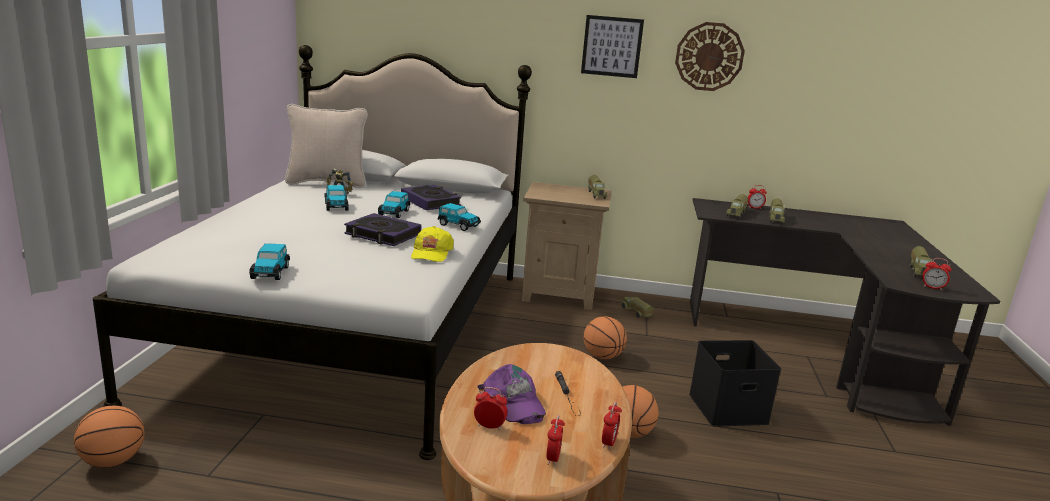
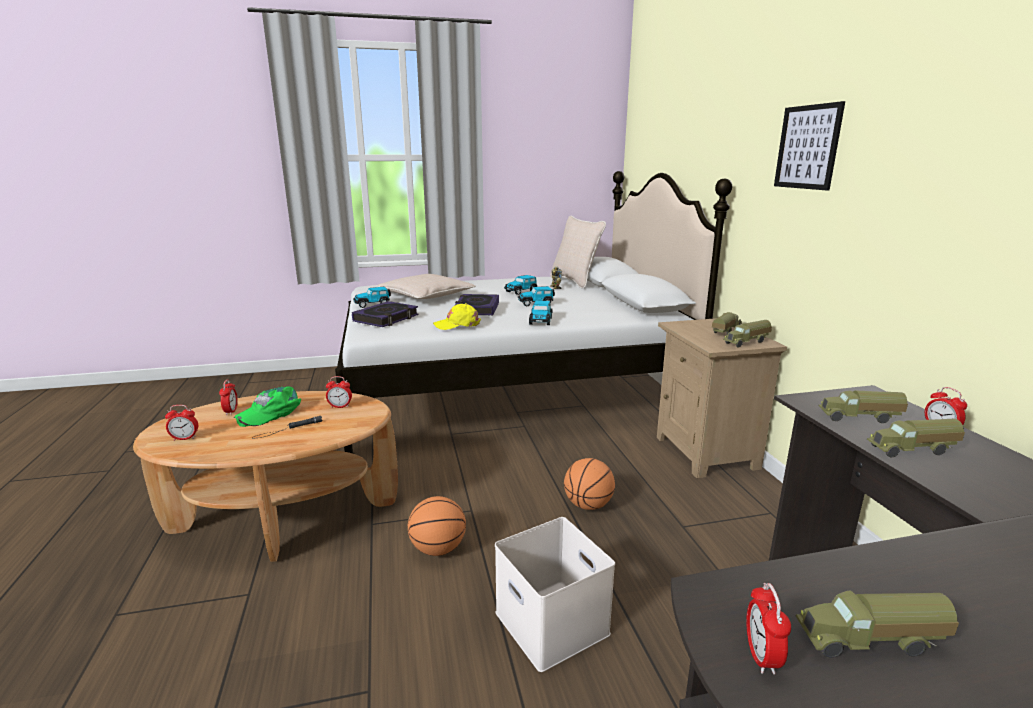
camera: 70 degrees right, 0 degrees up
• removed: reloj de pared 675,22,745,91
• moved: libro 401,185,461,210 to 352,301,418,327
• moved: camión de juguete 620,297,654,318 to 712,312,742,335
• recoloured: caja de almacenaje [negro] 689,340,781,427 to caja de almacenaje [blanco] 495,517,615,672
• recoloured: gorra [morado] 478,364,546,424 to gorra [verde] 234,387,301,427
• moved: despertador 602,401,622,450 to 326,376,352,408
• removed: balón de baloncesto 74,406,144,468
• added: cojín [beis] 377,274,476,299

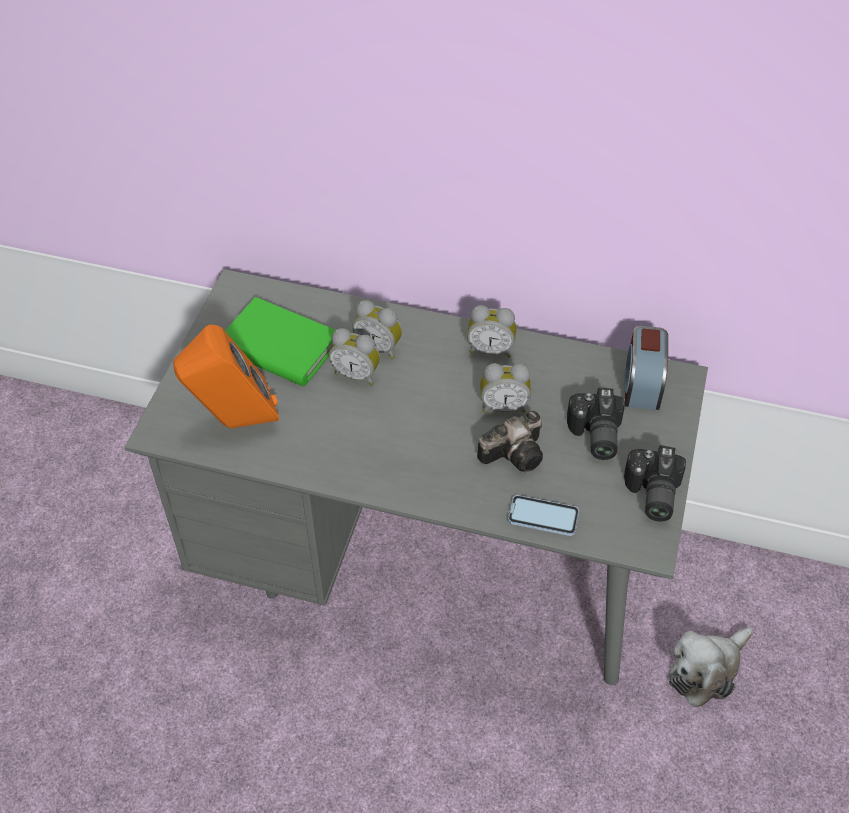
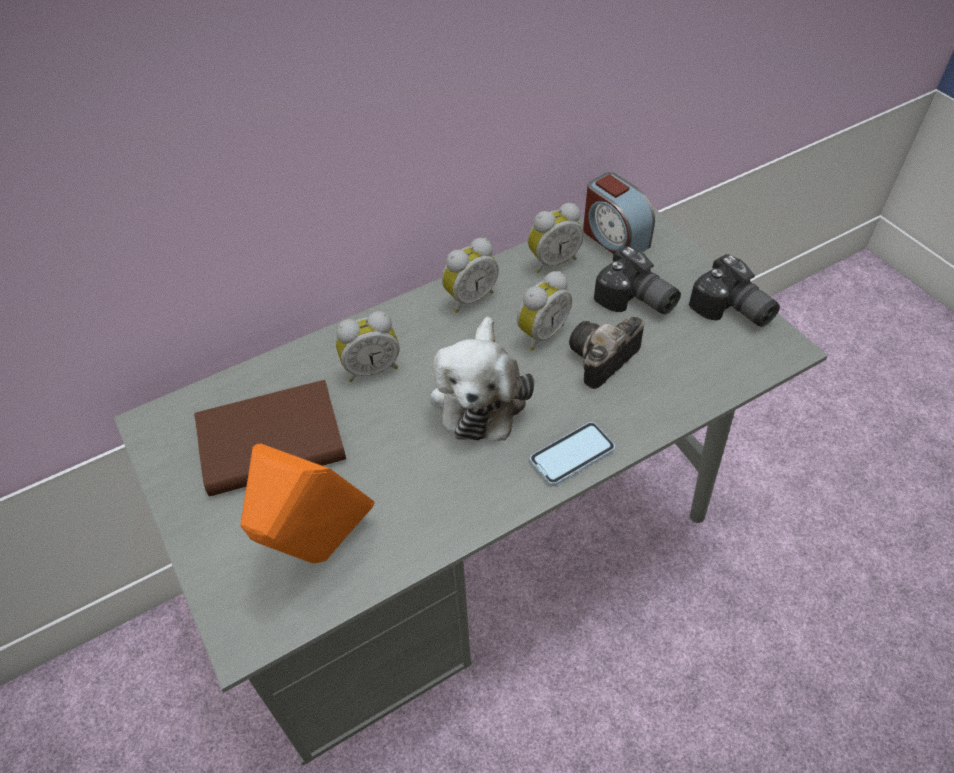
camera: 45 degrees left, 0 degrees up
• recoloured: libro [verde] 225,297,336,387 to libro [marrón] 194,380,346,496
• moved: despertador 329,328,380,385 to 528,203,584,273
• turned: cámara 477,411,543,472 = 569,316,645,389 150 degrees counterclockwise
• moved: móvil 508,495,579,536 to 530,422,615,486
• moved: peluche 669,627,754,707 to 430,316,534,441

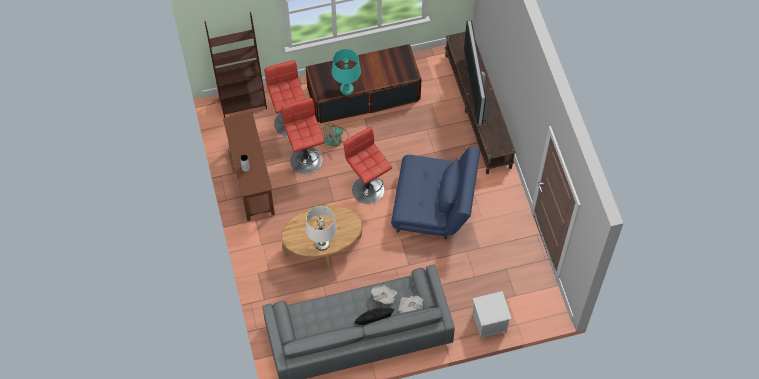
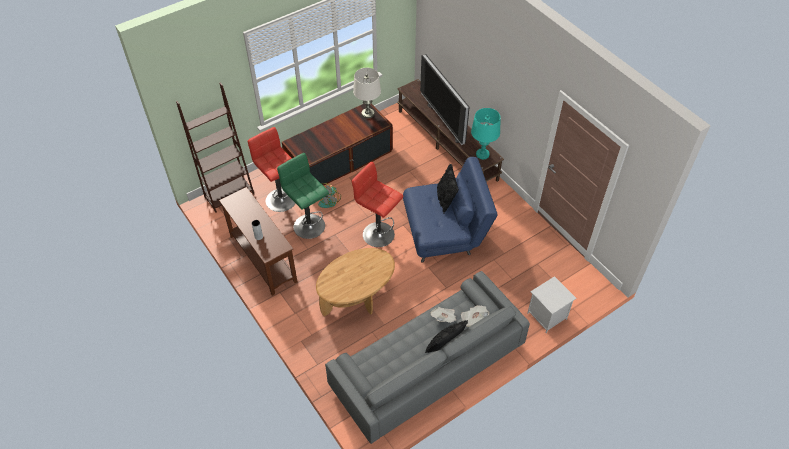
camera: 20 degrees left, 10 degrees down
• moved: lámpara de mesa [turquesa] 332,49,361,95 to 471,108,501,159
• recoloured: taburete [rojo] 281,98,325,174 to taburete [verde] 277,153,329,239
• moved: lámpara de mesa [blanco] 306,206,337,251 to 353,68,381,119
• added: cojín [negro] 437,164,459,214

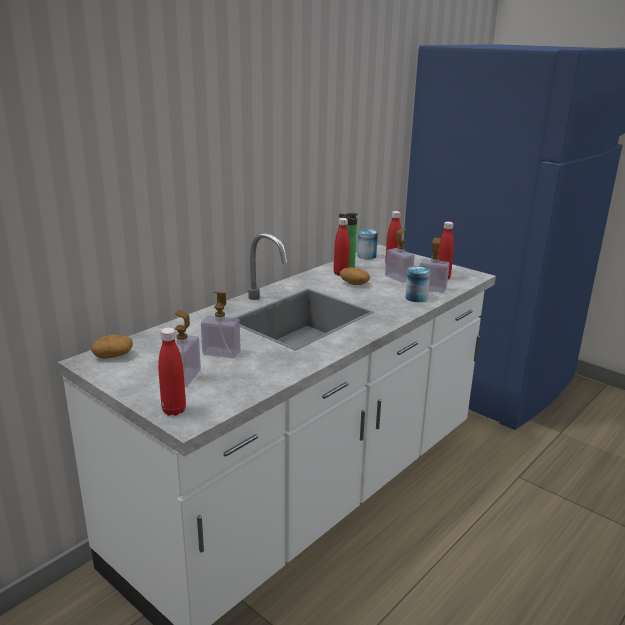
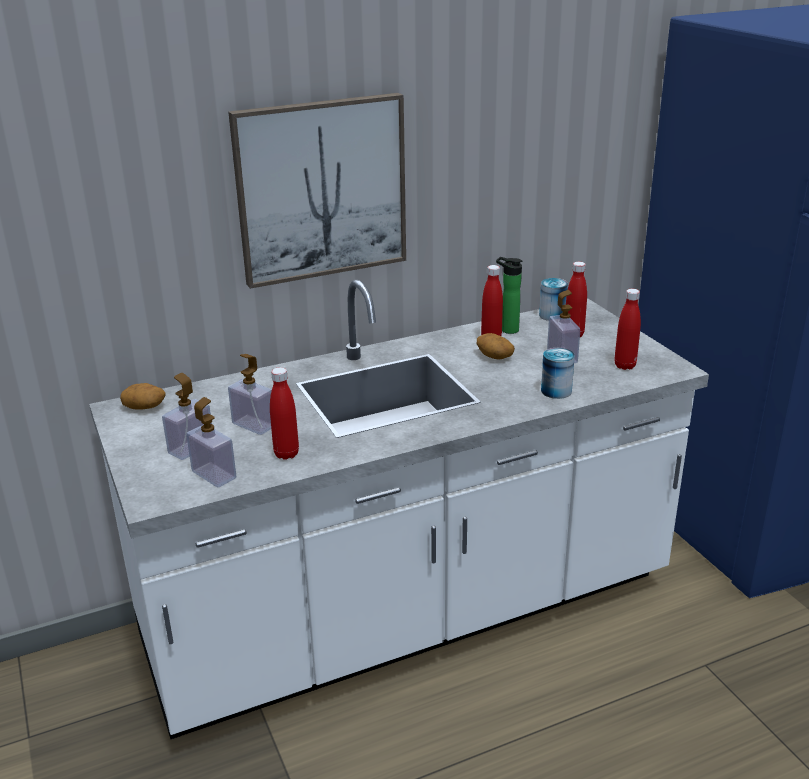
camera: 25 degrees right, 5 degrees up
• moved: dispensador de jabón 419,238,449,293 to 186,397,236,487
• moved: botella [rojo] 158,328,186,416 to 270,367,299,460
• added: cuadro 228,93,406,289

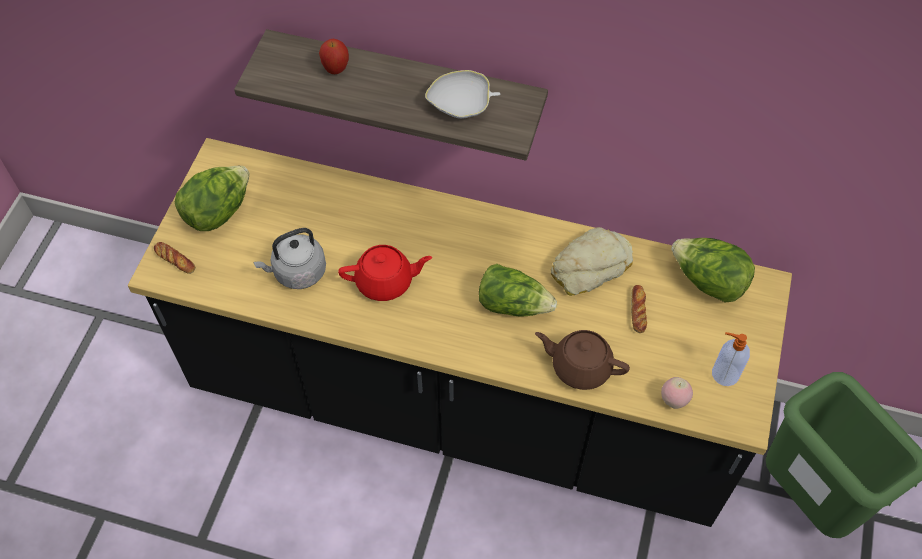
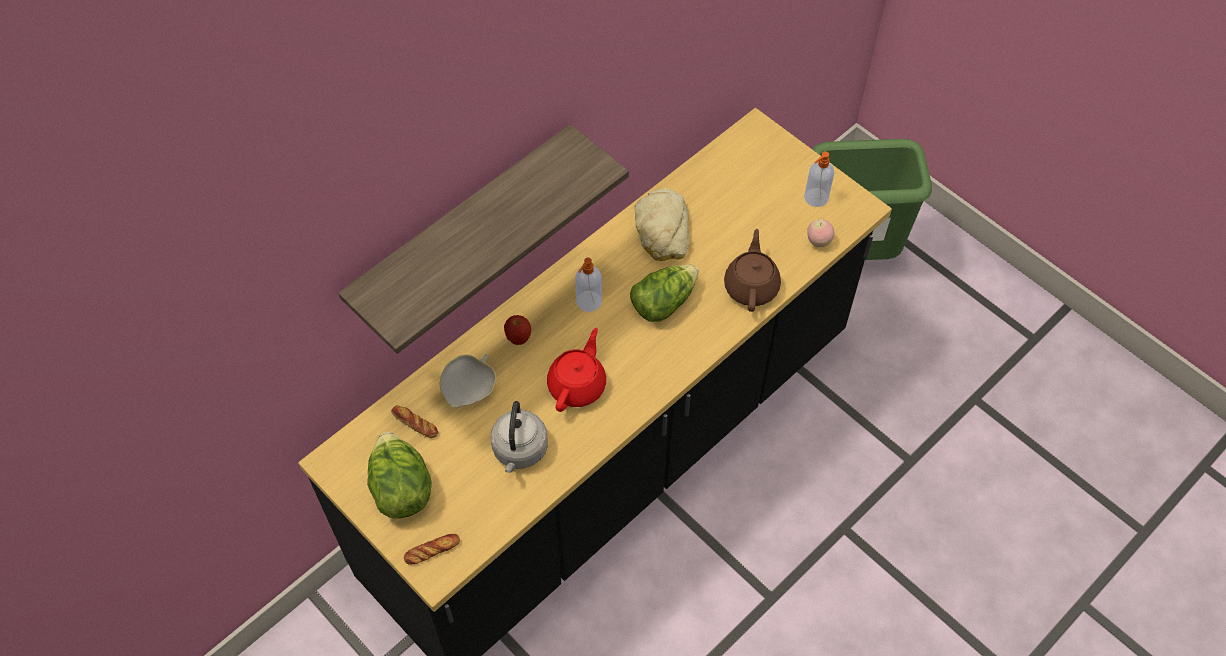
camera: 60 degrees left, 0 degrees up
• moved: manzana 319,39,349,74 to 504,315,531,345
• moved: cuenco [blanco] 425,70,500,119 to 439,354,496,408
• removed: lechuga 671,238,755,303
• moved: pan 631,285,647,333 to 391,405,438,438
• turned: tetera [marrón] 535,330,630,390 = 724,229,781,312 135 degrees clockwise
• added: dispensador de jabón 575,258,602,312

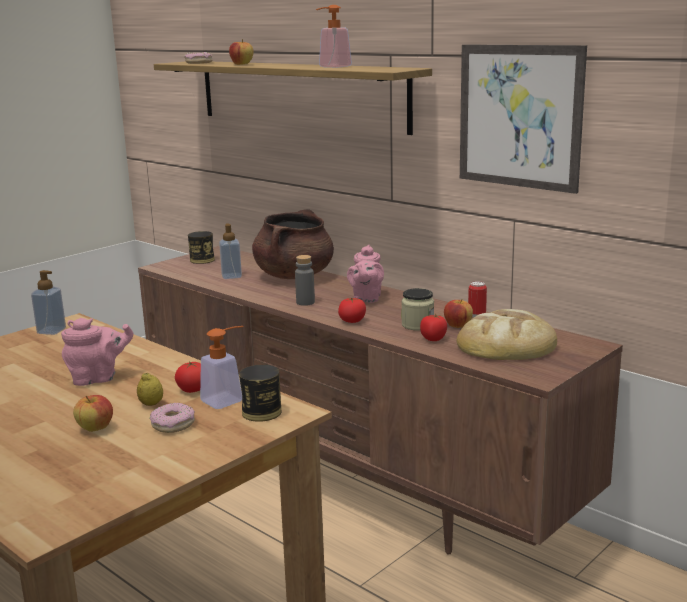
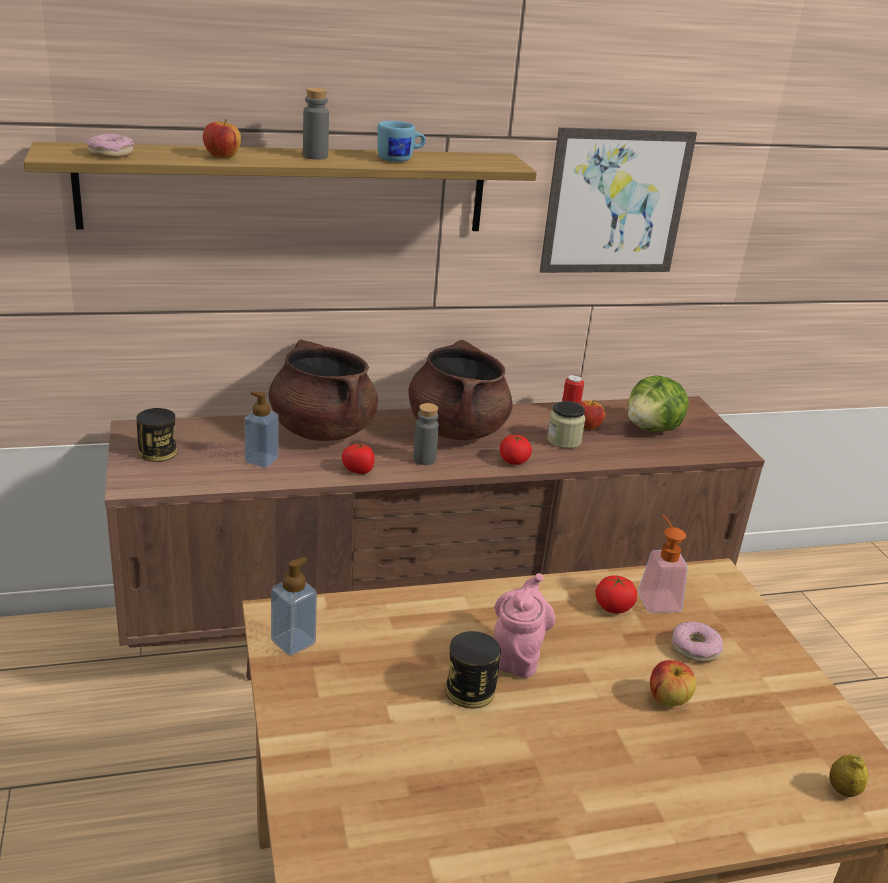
camera: 60 degrees left, 10 degrees up
• replaced: dispensador de jabón 316,5,352,68 to taza grande [azul] 377,121,426,162
• replaced: tetera [rosa] 347,245,384,303 to olla [marrón] 408,340,512,440
• replaced: pan 456,309,557,360 to lechuga 627,375,688,432
• moved: tomate 420,314,447,341 to 342,442,375,474
• moved: lata 239,365,281,422 to 445,631,501,708
• moved: limón 137,373,163,406 to 829,754,868,797
• added: botella [gris] 303,88,329,160

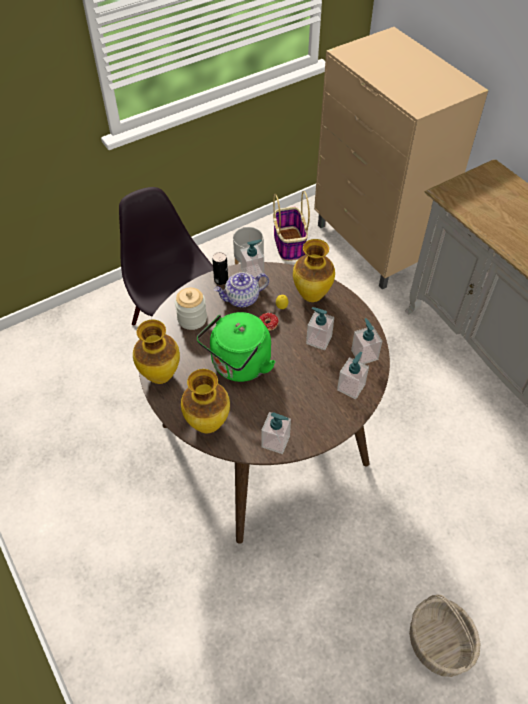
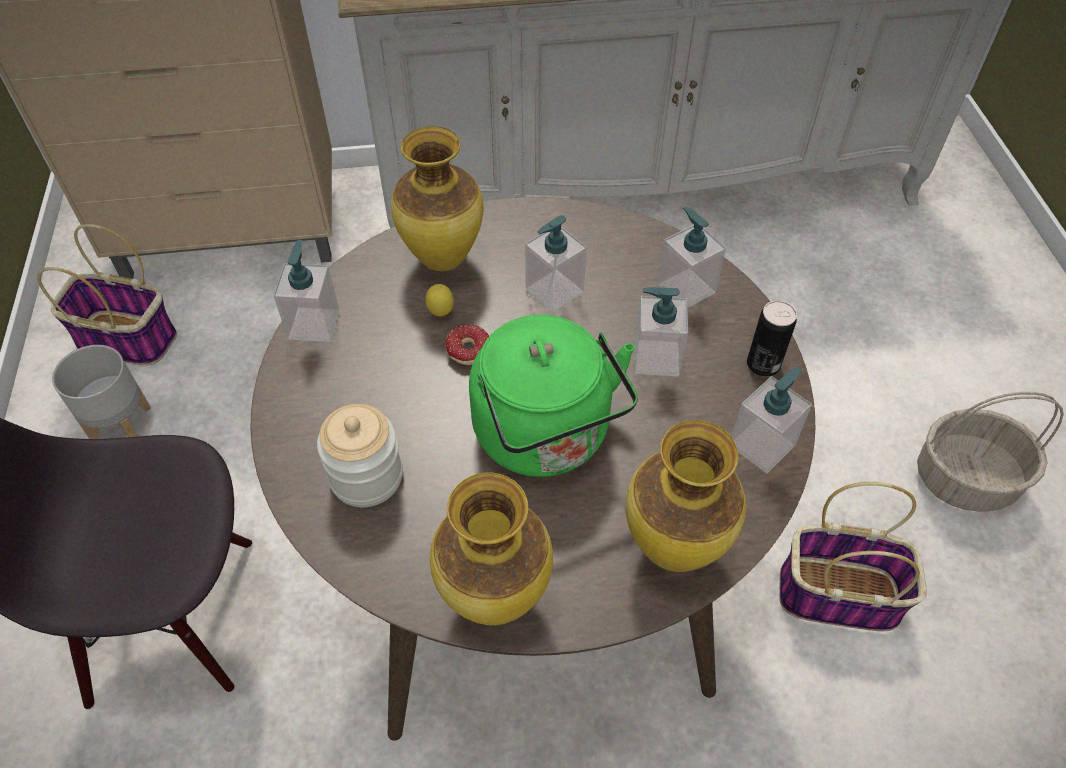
camera: 65 degrees left, 0 degrees up
• moved: lata 212,252,228,285 to 747,300,797,377
• removed: tetera 214,272,269,307
• moved: dispensador de jabón 351,318,382,364 to 634,287,688,376
• added: cesta 779,482,927,632

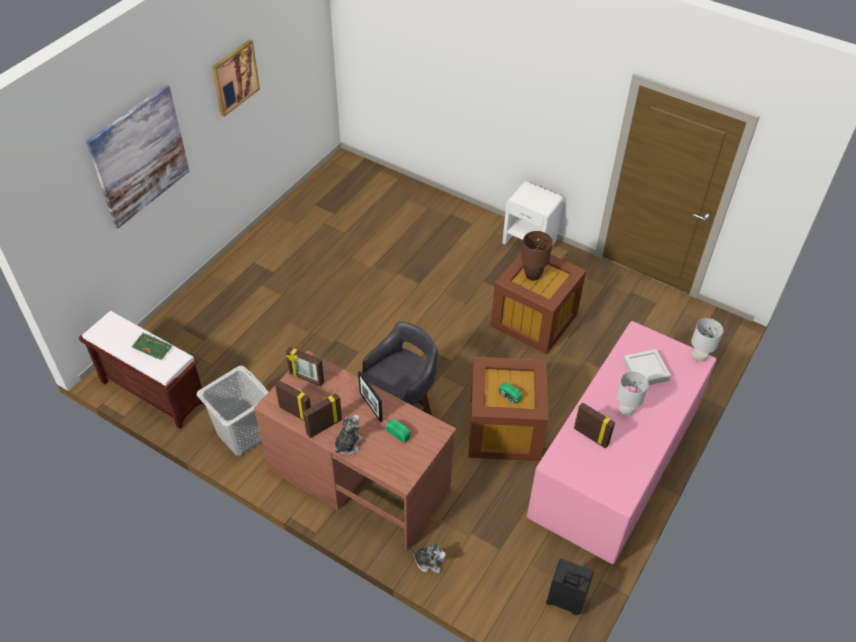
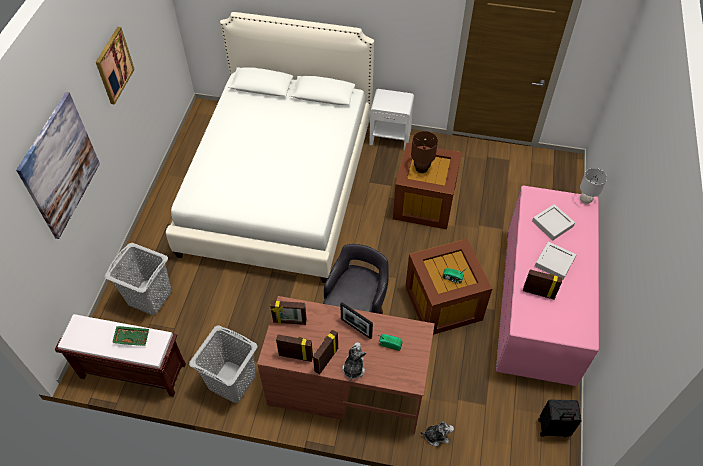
camera: 20 degrees left, 5 degrees up
• replaced: lámpara de mesa [gris] 617,371,649,416 to bandeja [gris] 535,241,576,280
• added: cama [blanco] 166,12,374,283
• added: cesto de la ropa [gris] 105,243,172,315

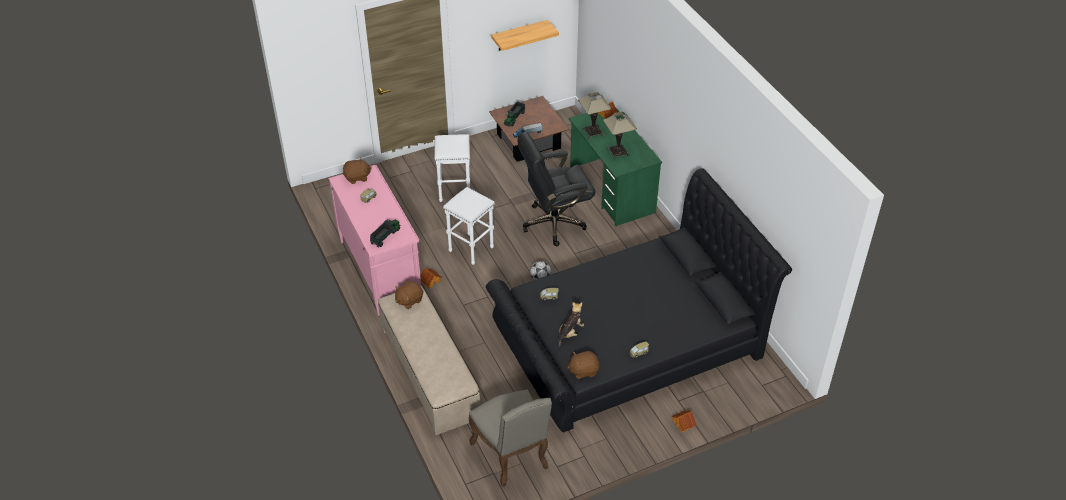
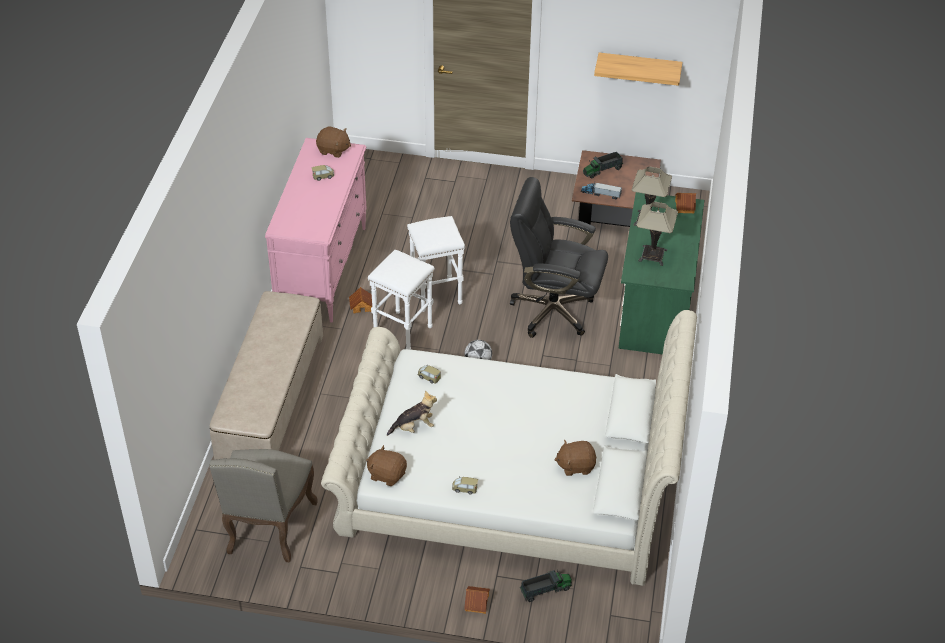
camera: 35 degrees right, 0 degrees up
• moved: taburete [blanco] 434,134,470,202 to 368,250,435,350
• recoloured: cama [negro] 486,168,792,433 to cama [beis] 321,310,697,586
• moved: camión de juguete 370,219,401,247 to 520,570,572,602
• moved: peluche [marrón] 395,281,423,309 to 554,440,597,476

